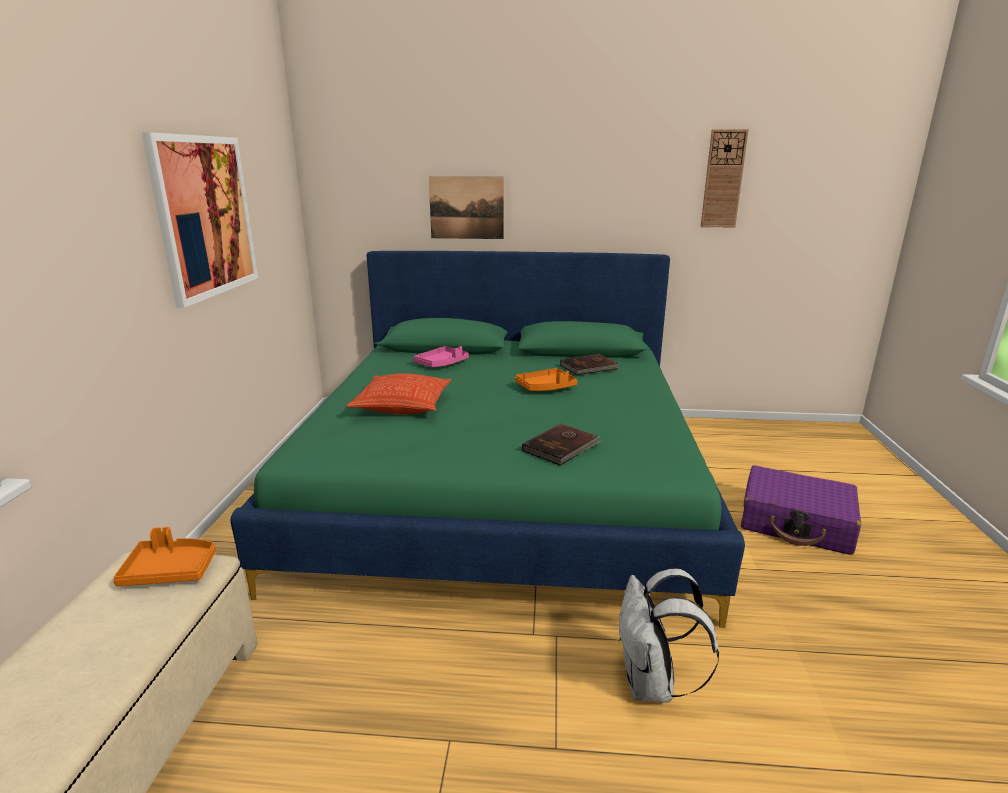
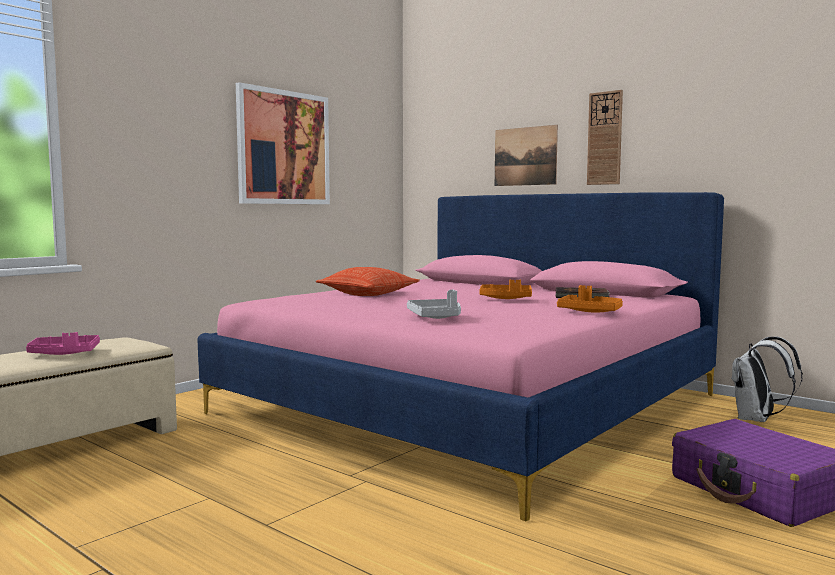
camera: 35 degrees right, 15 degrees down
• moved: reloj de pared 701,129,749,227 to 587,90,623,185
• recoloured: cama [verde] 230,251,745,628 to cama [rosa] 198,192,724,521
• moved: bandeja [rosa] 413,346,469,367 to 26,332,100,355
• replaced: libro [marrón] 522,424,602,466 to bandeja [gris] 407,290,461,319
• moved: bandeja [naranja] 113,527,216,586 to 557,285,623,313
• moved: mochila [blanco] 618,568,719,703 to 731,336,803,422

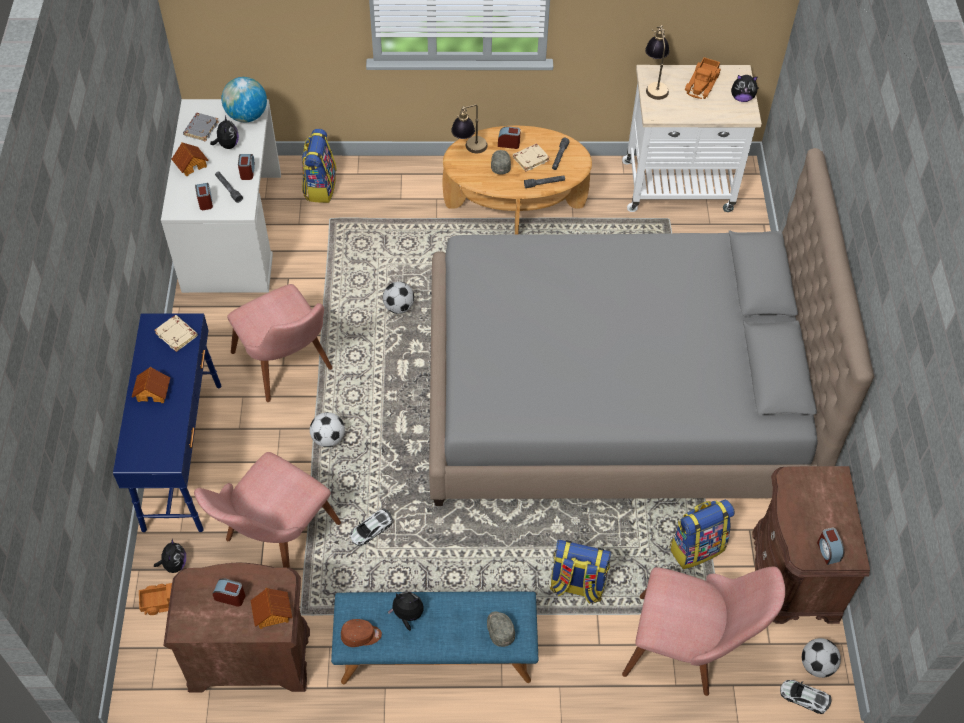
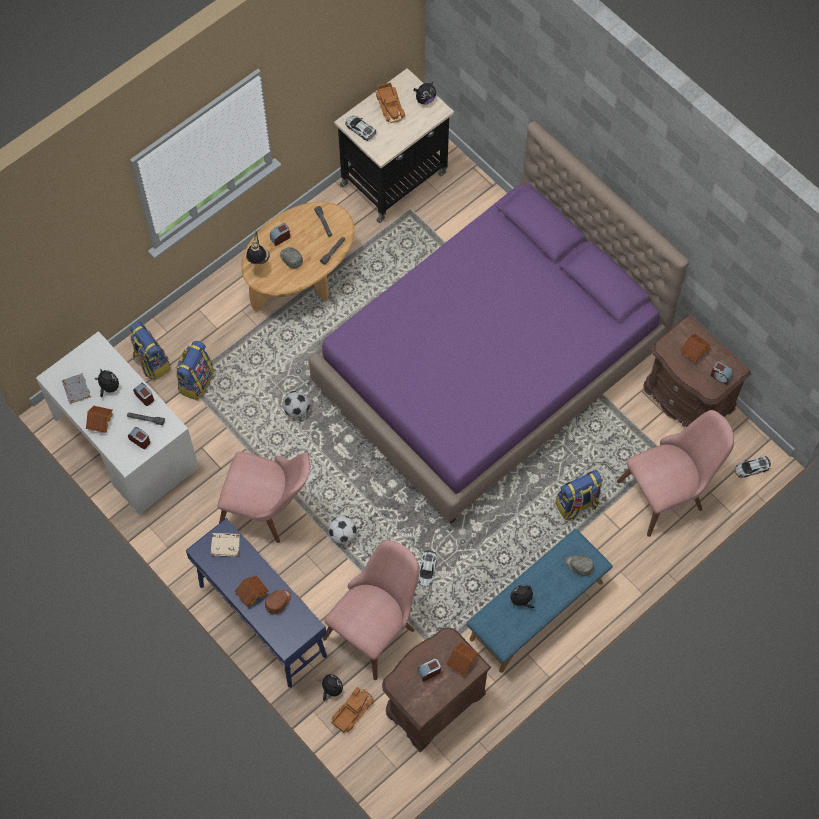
camera: 40 degrees left, 10 degrees up
• replaced: lámpara de mesa 645,25,669,100 to coche de juguete 345,116,376,141
• recoloured: carrito [blanco] 622,65,762,212 to carrito [negro] 334,68,454,223
• removed: globo terráqueo 221,77,267,122
• removed: libro [beis] 513,143,550,172
• recoloured: cama [gris] 429,148,874,506 to cama [morado] 309,121,689,524
• turned: silla [rosa] 194,452,341,568 = 322,540,420,680 135 degrees counterclockwise
• moved: mochila 669,500,735,569 to 175,341,214,401
• moved: gorra [marrón] 341,619,382,647 to 265,590,291,614
• removed: balón de fútbol 802,638,841,678
• added: casita 680,334,711,363

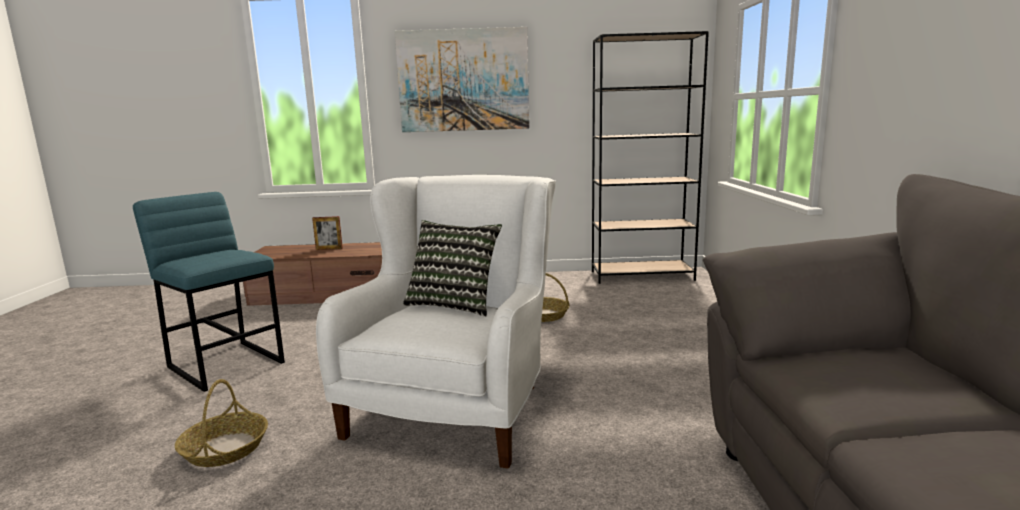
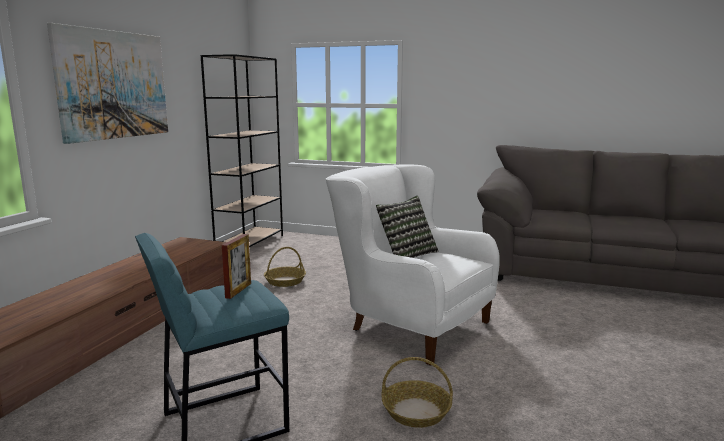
camera: 70 degrees left, 0 degrees up
• moved: portarretratos 312,216,343,250 to 222,234,251,299

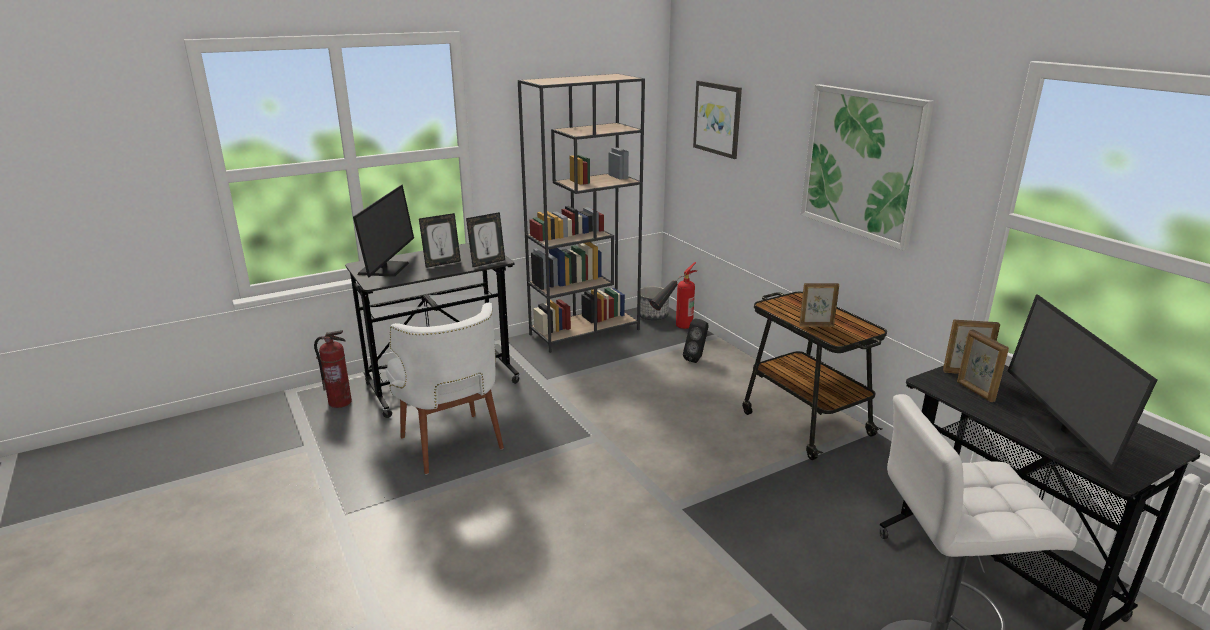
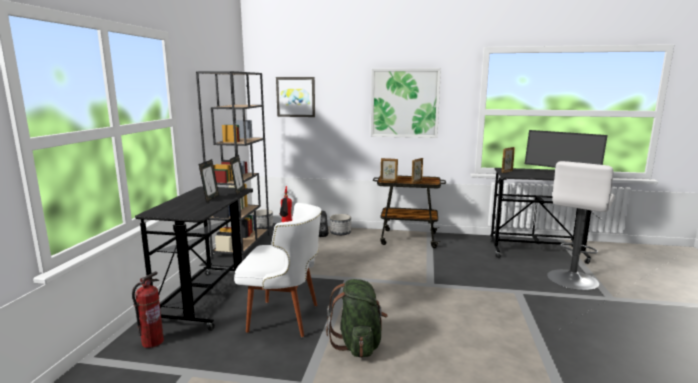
camera: 50 degrees left, 10 degrees down
• removed: monitor 353,185,414,277
• moved: portarretratos 957,330,1009,402 to 380,158,398,182
• added: maceta 330,214,351,236
• added: mochila [verde] 326,279,388,358

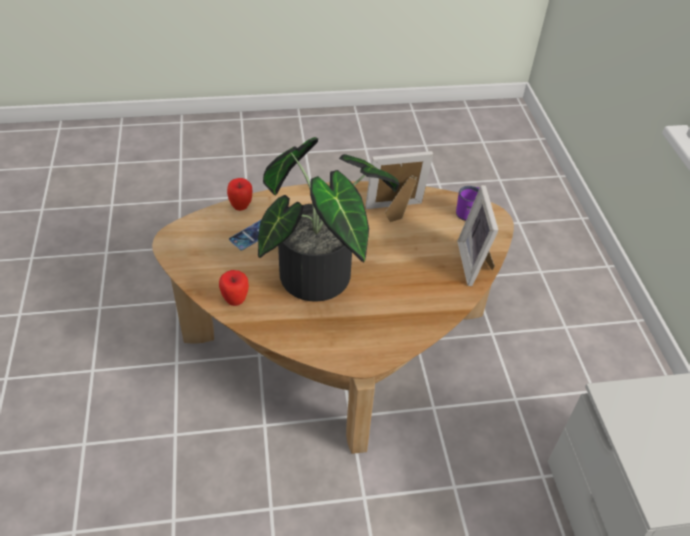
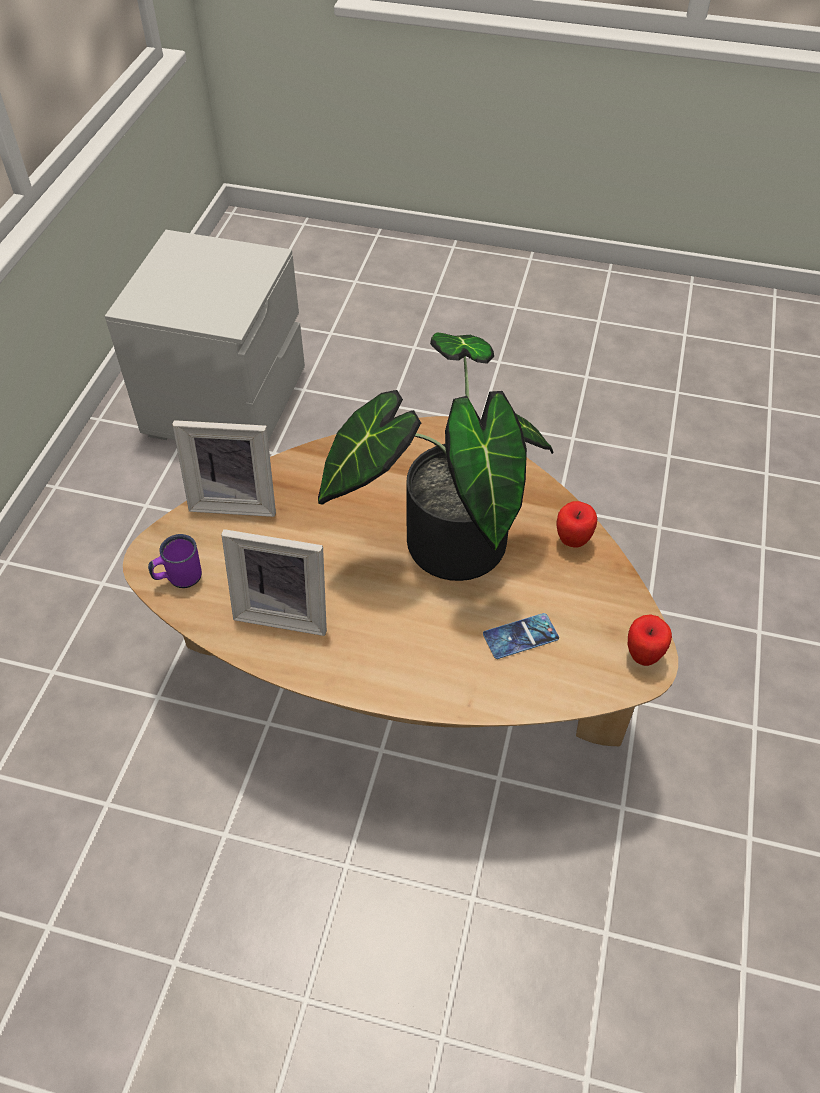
camera: 155 degrees left, 5 degrees up
• moved: manzana 227,178,252,211 to 628,614,672,666
• turned: portarretratos 457,185,499,286 = 172,420,276,517 75 degrees clockwise

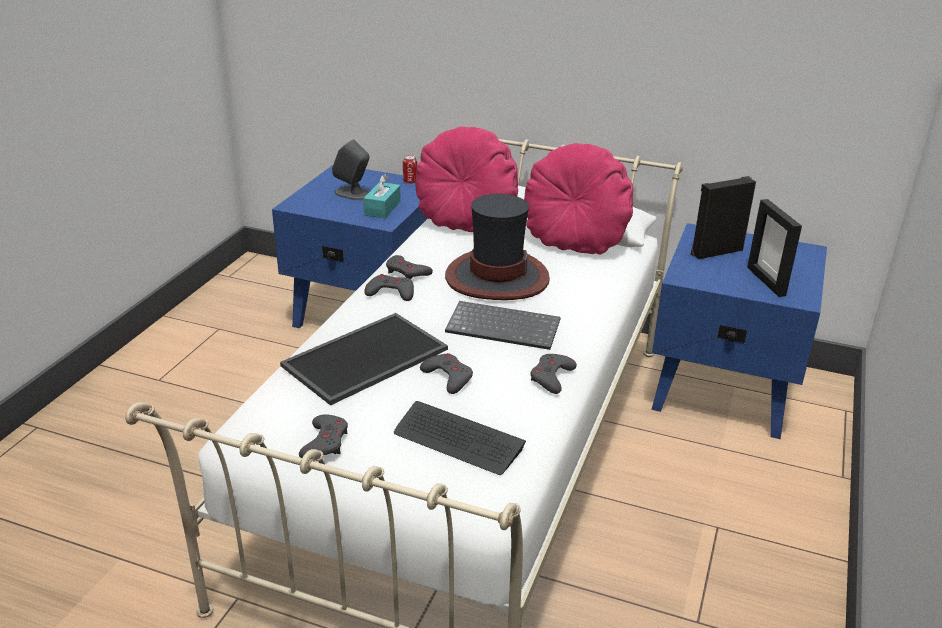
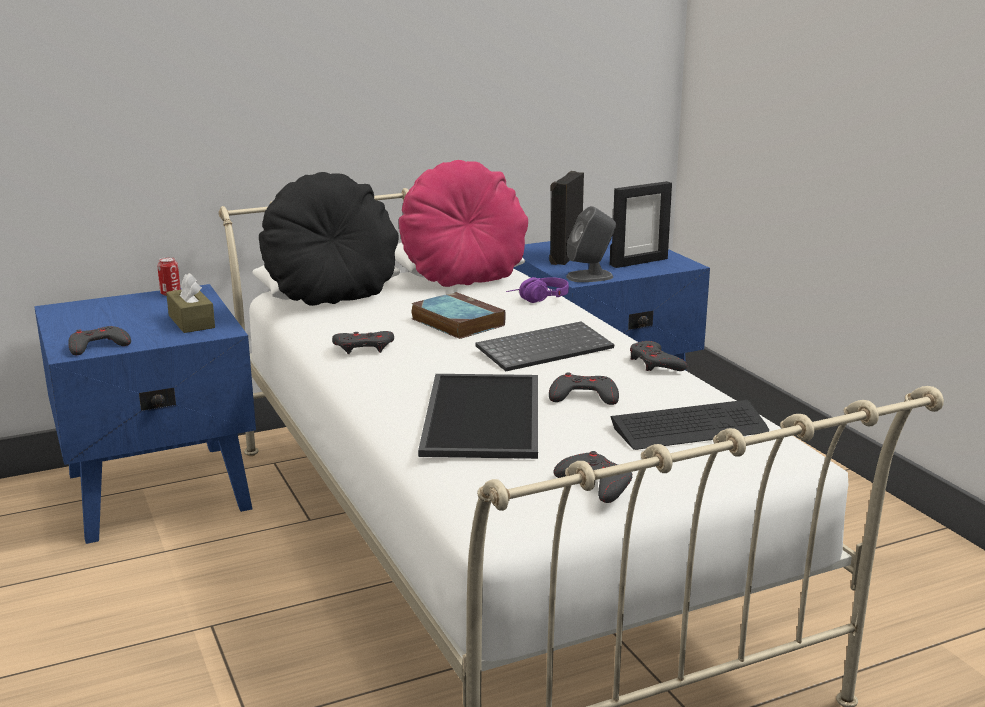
camera: 45 degrees left, 10 degrees down
• recoloured: cojín [rosa] 415,126,518,232 to cojín [negro] 259,172,399,306
• moved: altavoz [gris] 332,139,370,200 to 566,206,616,282
• recoloured: caja de pañuelos [turquesa] 363,174,401,218 to caja de pañuelos [marrón] 166,273,215,333
• replaced: sombrero 445,194,550,300 to libro 411,292,506,339
• turned: portarretratos 747,199,802,297 = 610,181,672,268 60 degrees counterclockwise
• moved: mando de consola [gris] 364,274,414,301 to 68,326,131,355
• added: auriculares [morado] 506,277,569,303

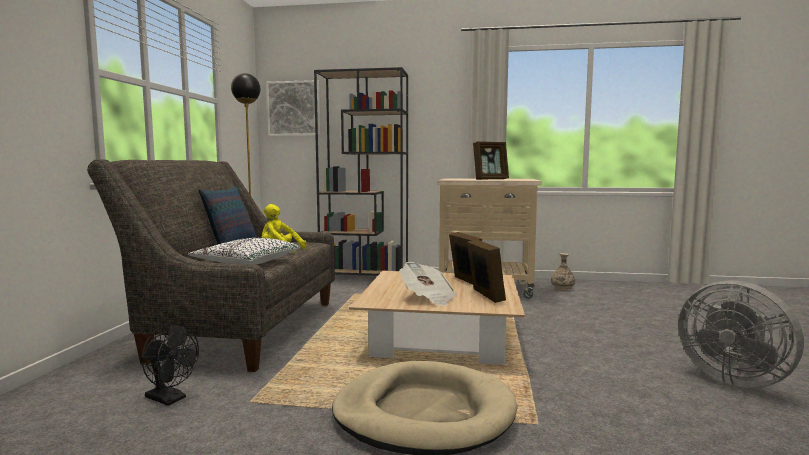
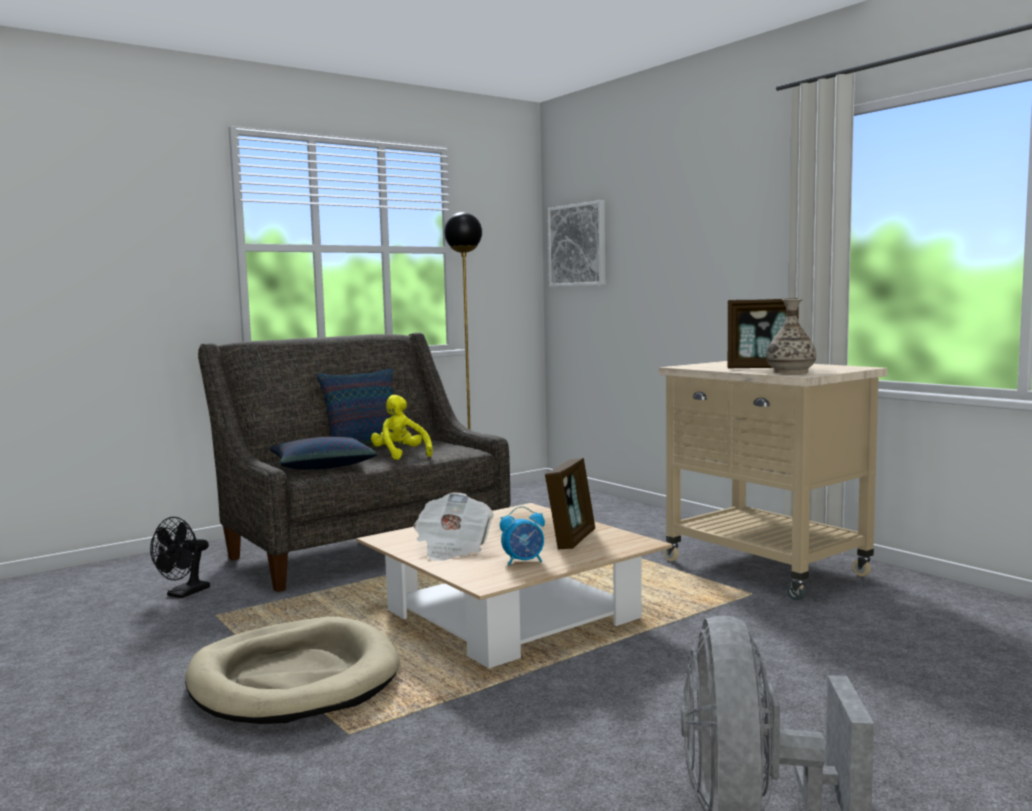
camera: 45 degrees right, 0 degrees up
• removed: estantería 314,67,408,276
• recoloured: cojín [blanco] 188,238,300,265 to cojín [azul] 269,437,377,469
• replaced: portarretratos 467,240,506,303 to despertador 500,506,545,566
• moved: florero 551,253,575,290 to 766,299,816,374
• turned: ventilador [negro] 141,323,199,406 = 150,517,210,598 45 degrees clockwise

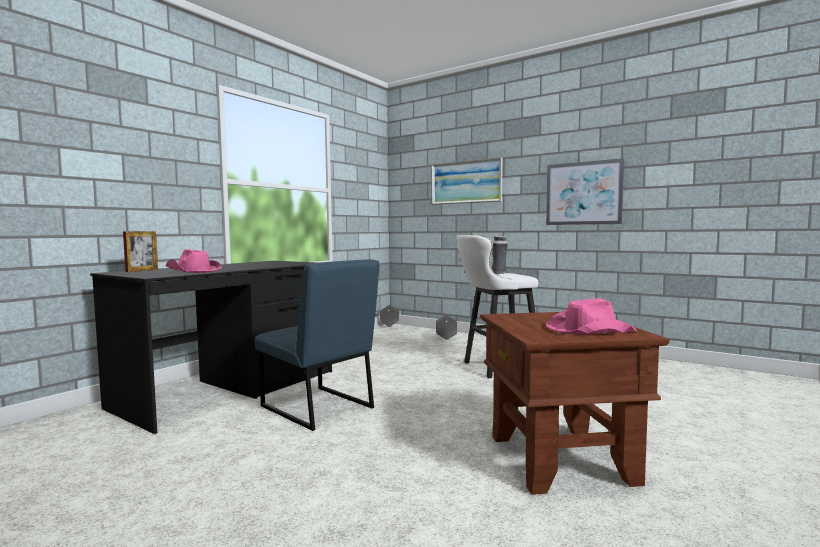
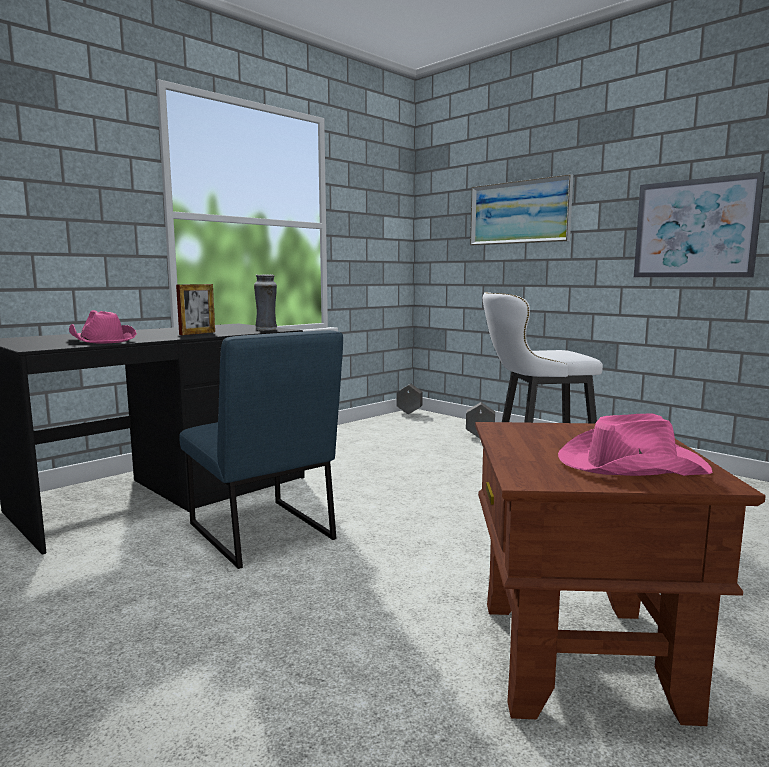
camera: 10 degrees right, 5 degrees up
• moved: portarretratos 123,231,158,272 to 176,284,215,335
• moved: florero 492,236,507,274 to 254,274,277,331

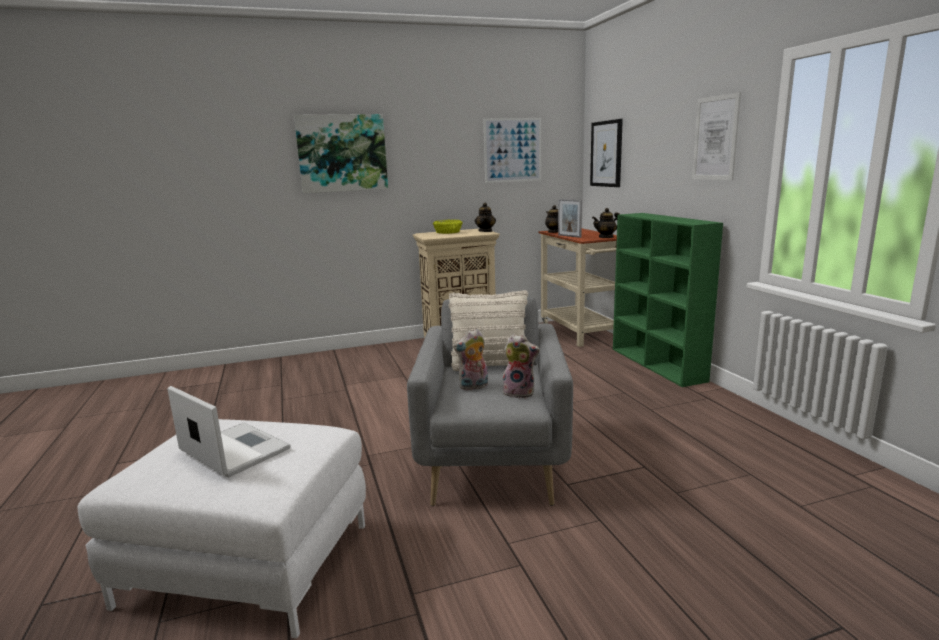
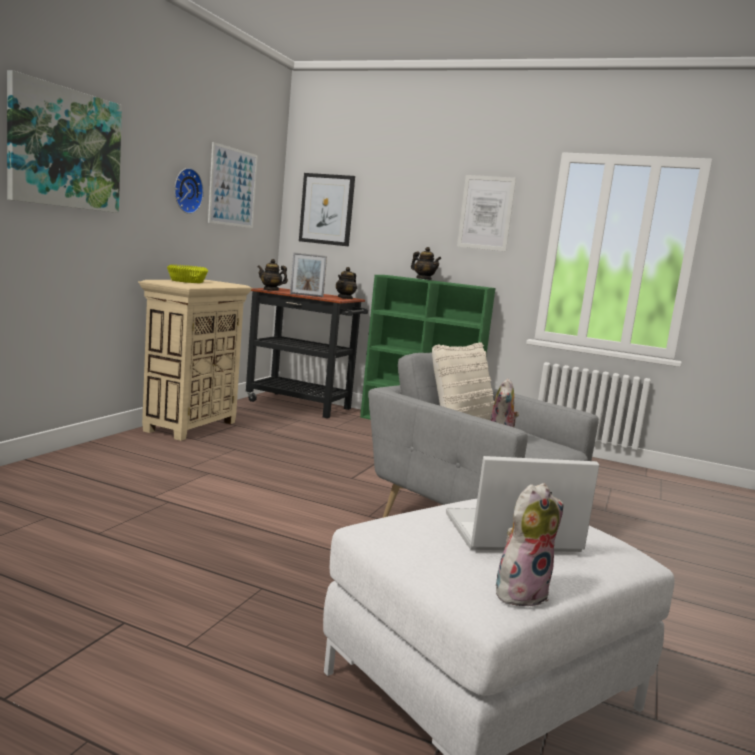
camera: 50 degrees left, 5 degrees down
• moved: tetera 475,203,496,232 to 411,247,441,280
• recoloured: carrito [beis] 538,228,617,347 to carrito [negro] 246,288,368,418
• moved: peluche 503,334,540,398 to 496,483,564,607
• added: reloj de pared 174,168,204,214

